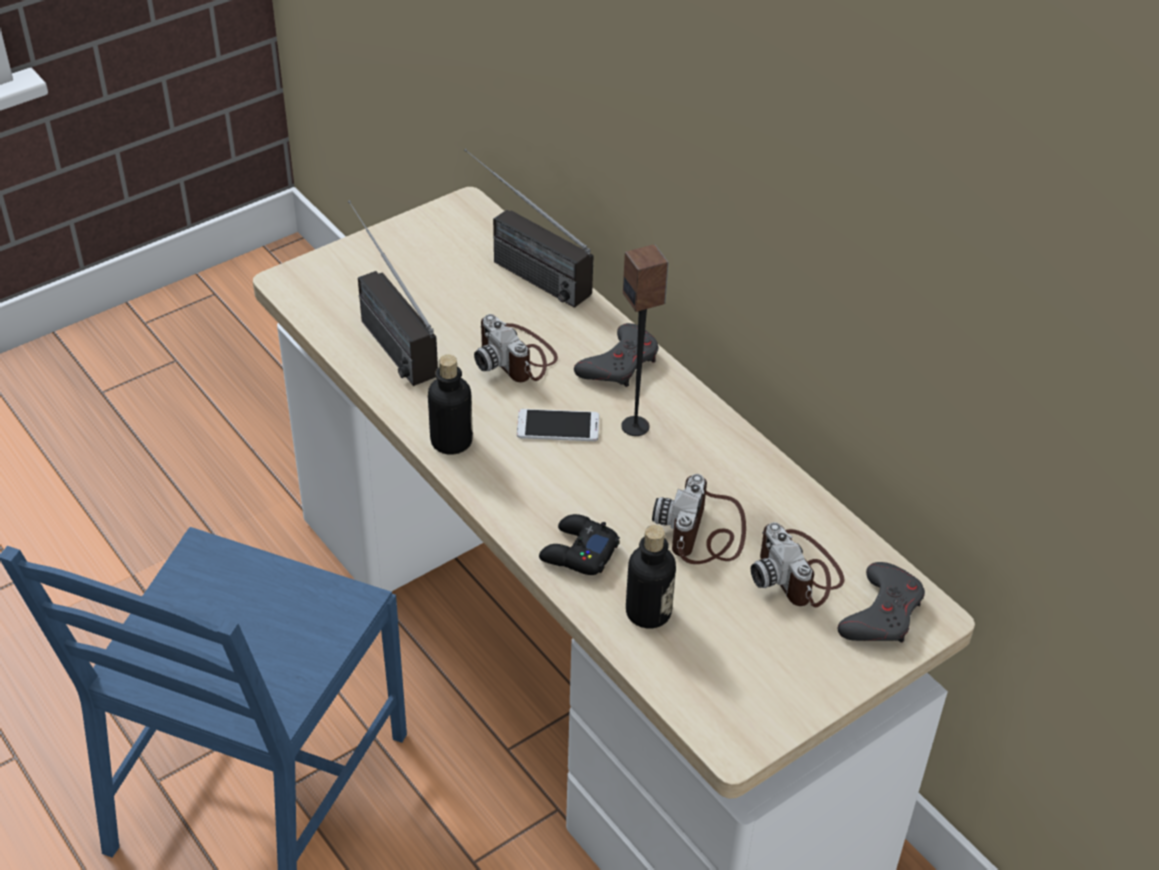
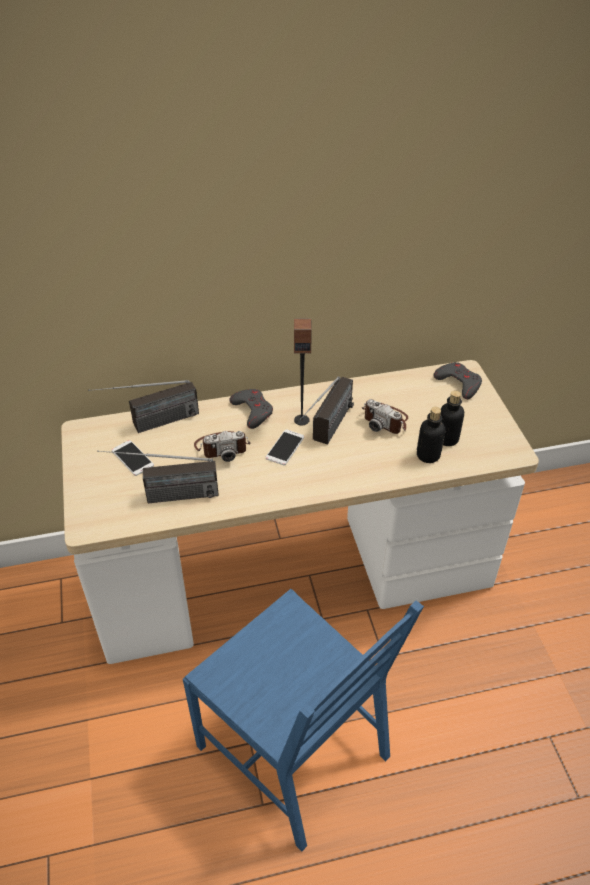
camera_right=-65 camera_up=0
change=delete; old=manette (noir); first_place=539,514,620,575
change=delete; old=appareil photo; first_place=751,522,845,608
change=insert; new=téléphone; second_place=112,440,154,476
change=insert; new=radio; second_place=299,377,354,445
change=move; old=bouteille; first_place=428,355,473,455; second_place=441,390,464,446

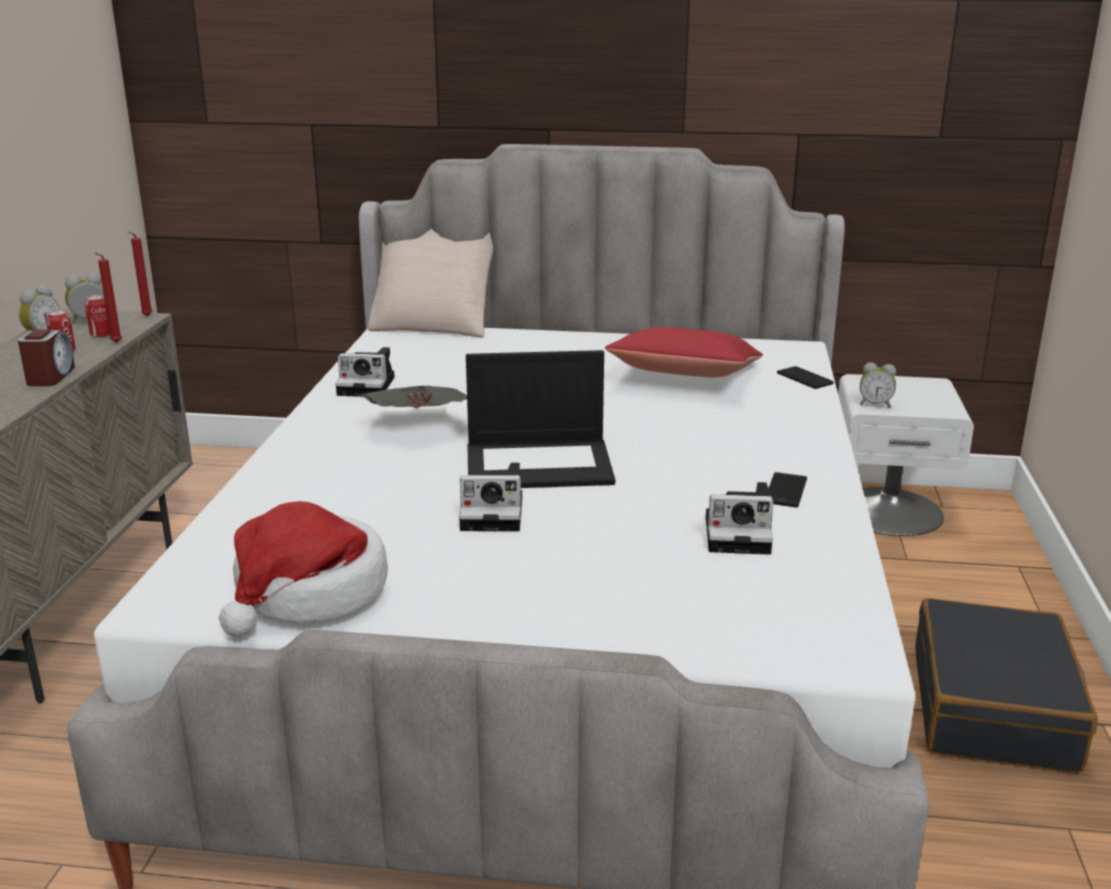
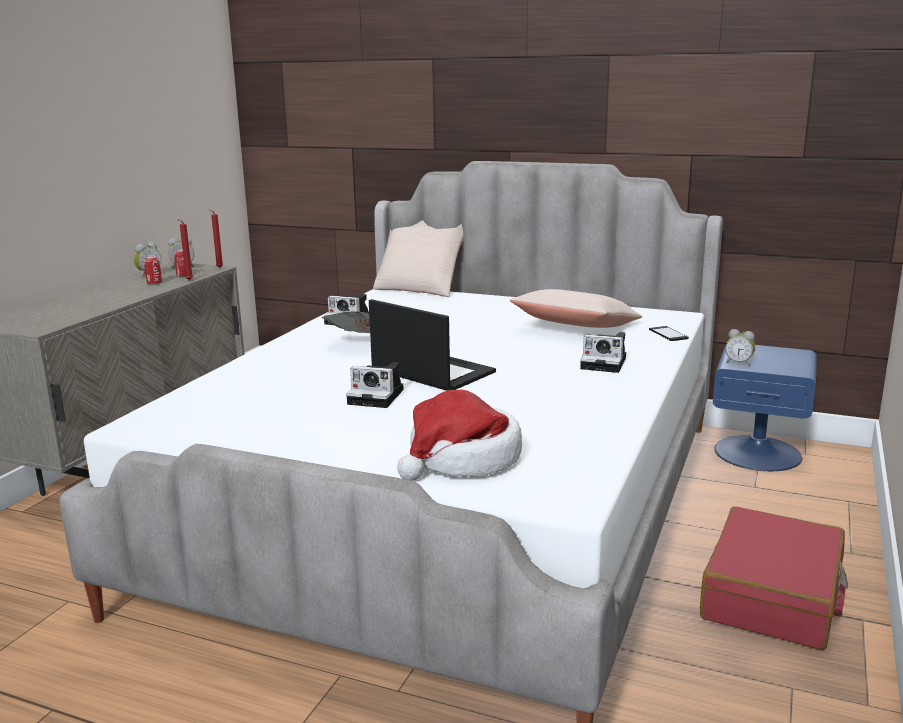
camera_right=15 camera_up=-5
change=delete; old=réveil; first_place=18,330,75,386
change=delete; old=téléphone; first_place=768,472,807,507
change=move; old=chapeau; first_place=219,501,388,637; second_place=397,390,522,481
change=move; old=appareil photo; first_place=706,482,773,555; second_place=580,332,626,373
change=recolor; old=coussin (rouge); new=coussin (beige); first_place=605,327,763,377; second_place=510,289,642,328
change=recolor; old=table de chevet (blanc); new=table de chevet (bleu); first_place=838,374,974,536; second_place=713,345,817,471
change=recolor; old=valise (noir); new=valise (rouge); first_place=915,598,1098,773; second_place=700,506,848,650
change=rotate; old=ordinateur portable; first_place=466,350,615,488; second_place=369,299,496,391; degrees=-150

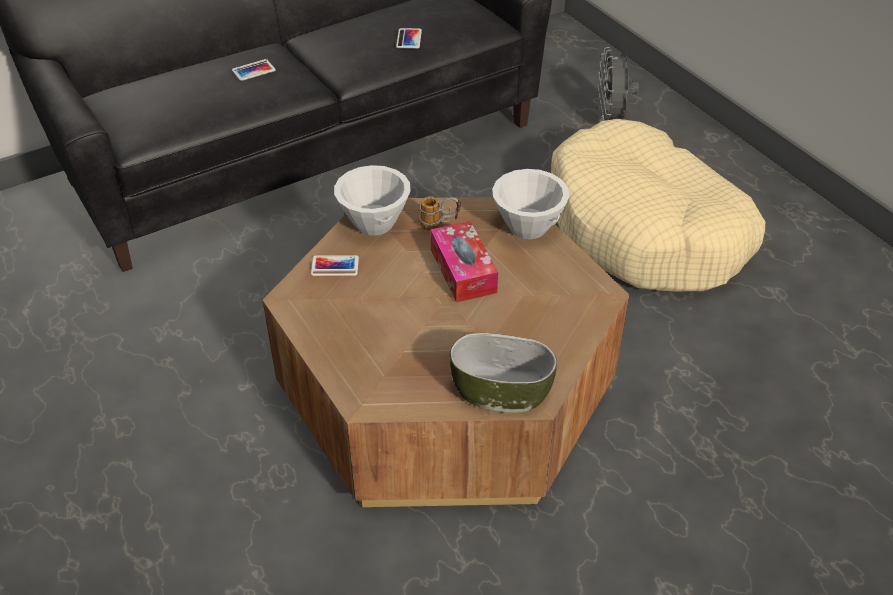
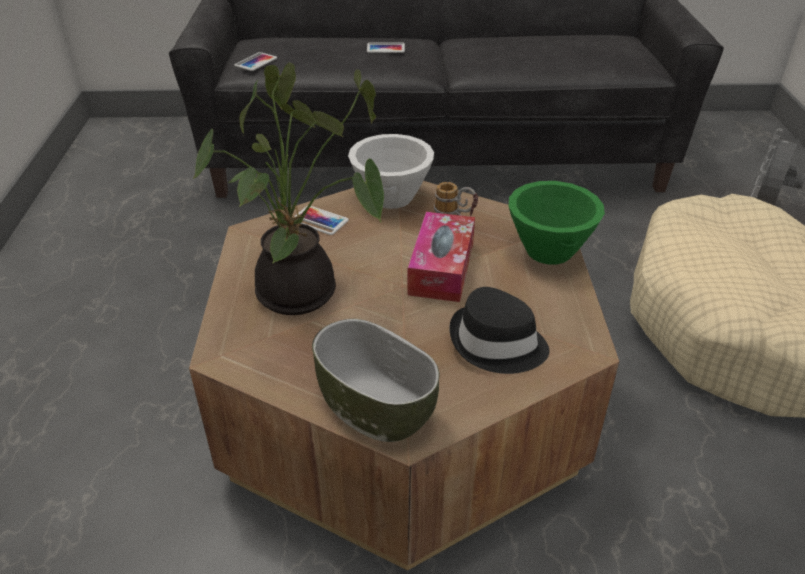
camera_right=30 camera_up=-5
change=insert; new=plante en pot; second_place=193,62,384,315
change=insert; new=chapeau (noir); second_place=449,287,549,374
change=move; old=téléphone; first_place=396,28,422,49; second_place=234,52,277,71
change=recolor; old=bol (blanc); new=bol (vert); first_place=492,169,570,239; second_place=509,181,605,265

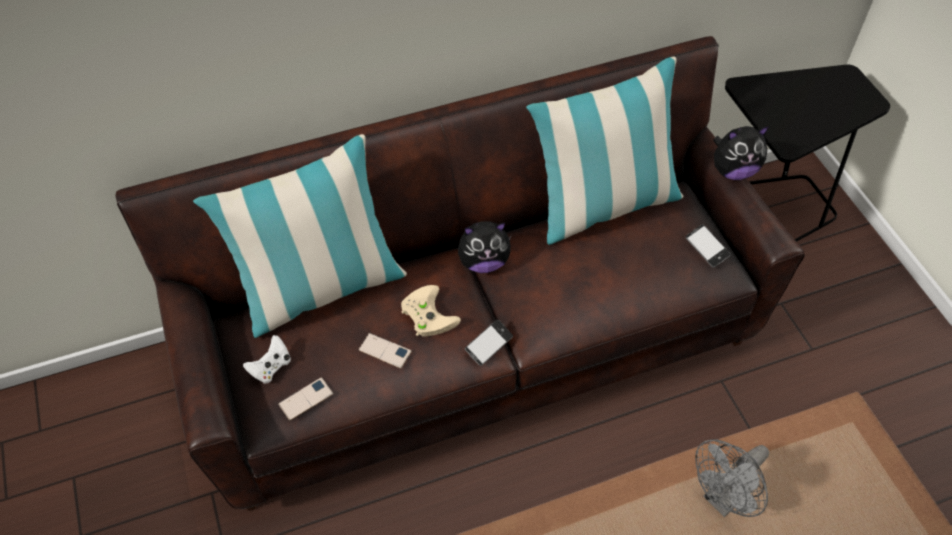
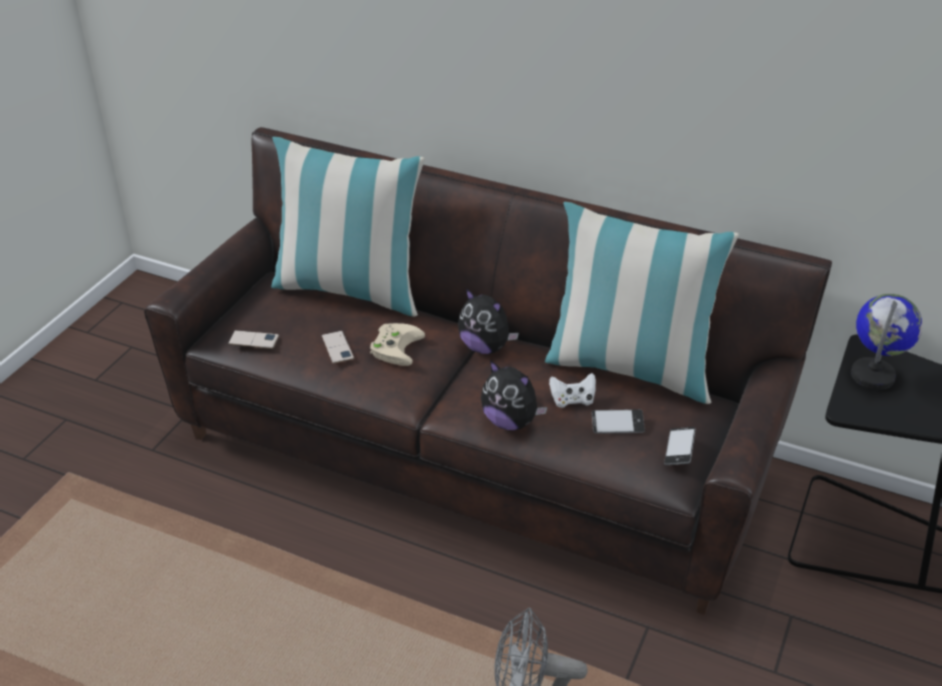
camera_right=45 camera_up=-15
change=insert; new=globe; second_place=851,294,923,390
change=move; old=manette (blanc); first_place=243,335,291,383; second_place=549,373,596,408
change=move; old=téléphone; first_place=465,319,513,366; second_place=592,409,645,434
change=move; old=peluche; first_place=713,126,769,180; second_place=481,360,548,430

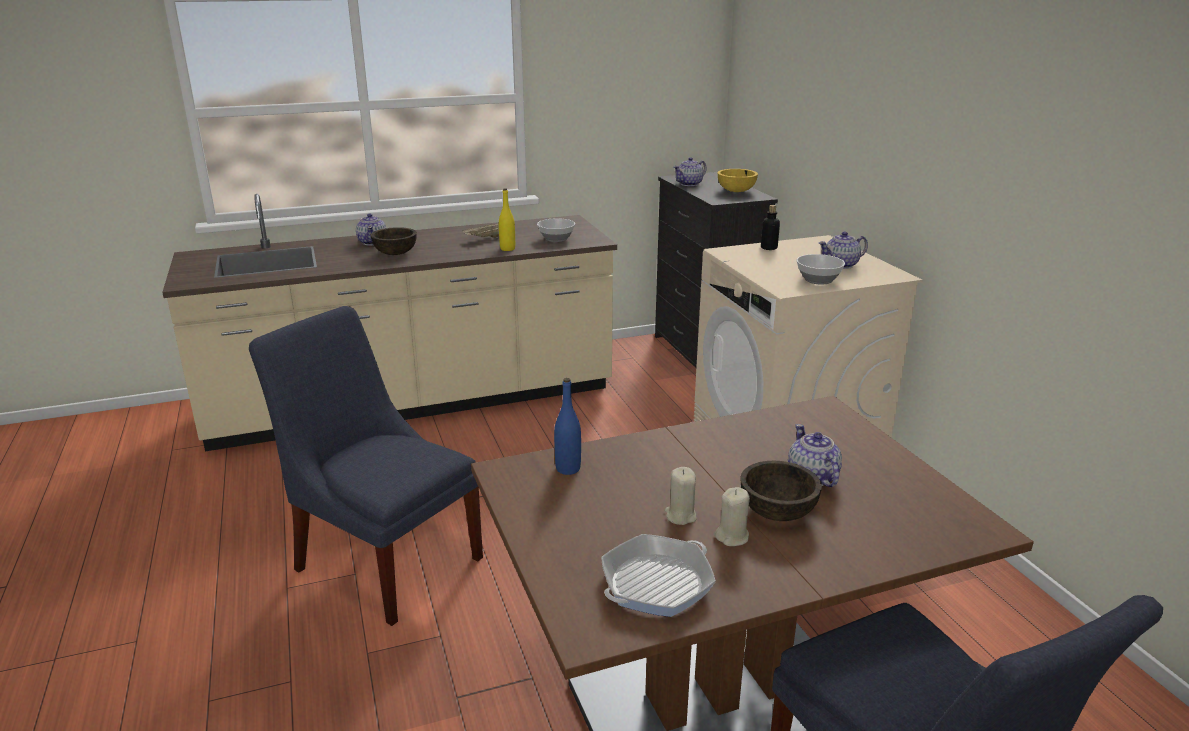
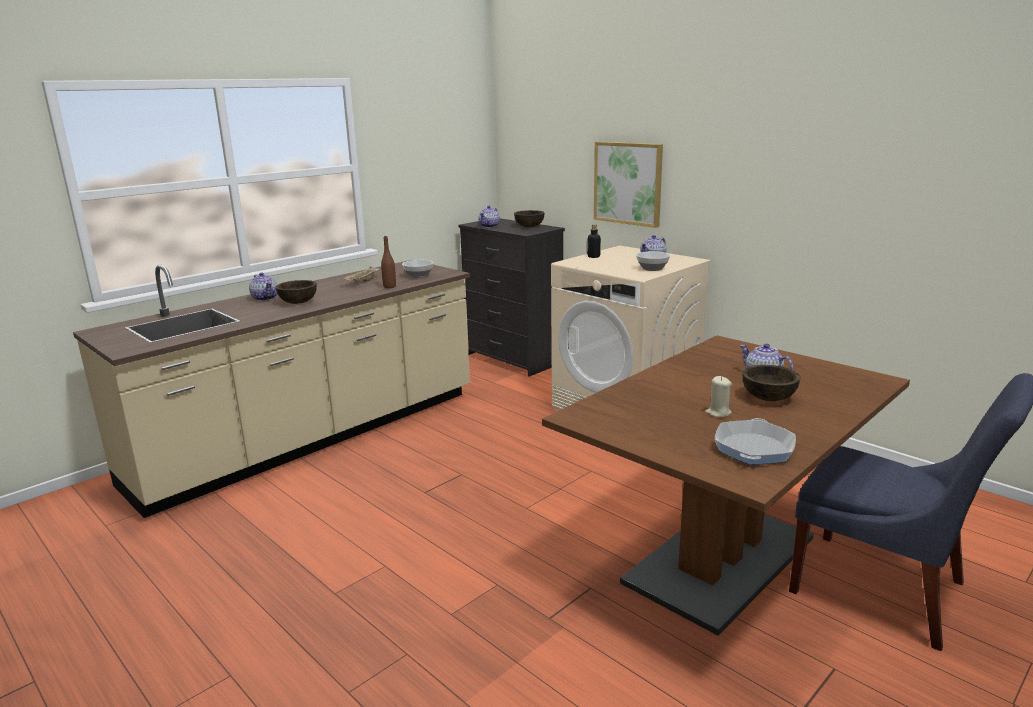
camera_right=-25 camera_up=-5
change=delete; old=chaise (bleu); first_place=249,306,483,626
change=delete; old=bouteille (bleu); first_place=554,378,581,475
change=delete; old=bougie (beige); first_place=715,487,750,546
change=insert; new=tableau; second_place=594,142,663,228
change=recolor; old=bouteille (jaune); new=bouteille (marron); first_place=499,188,515,251; second_place=381,236,396,288
change=recolor; old=bol (jaune); new=bol (marron); first_place=717,169,758,192; second_place=514,210,545,227

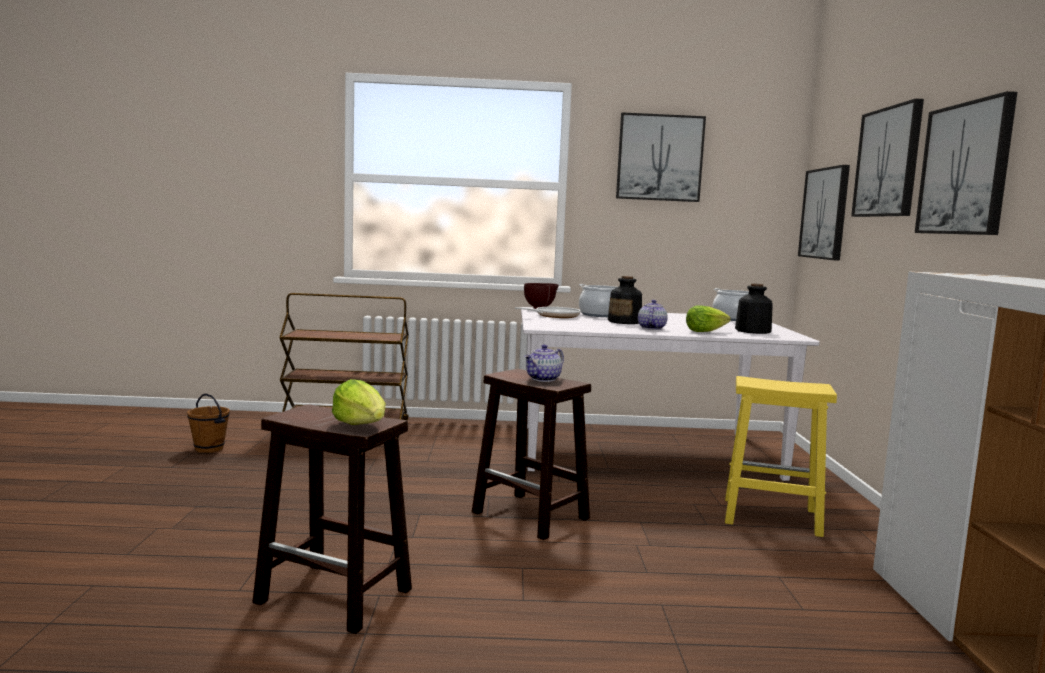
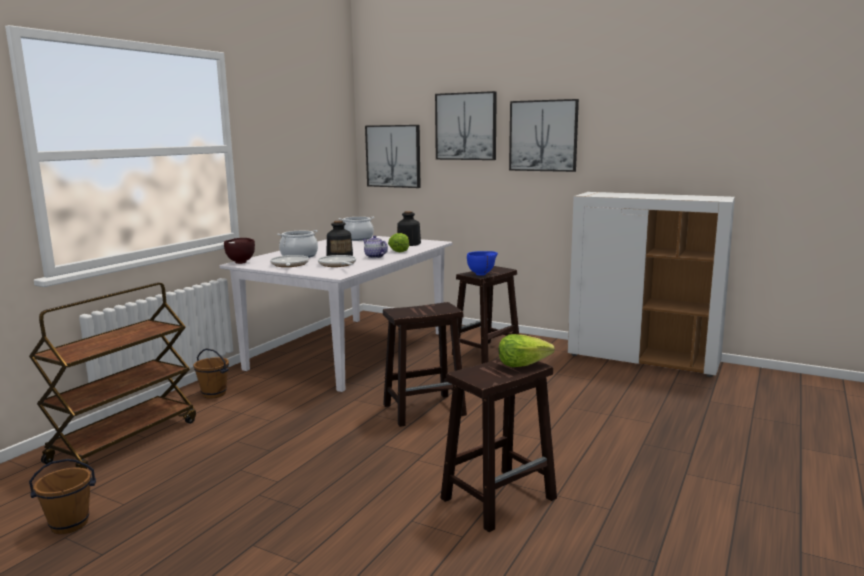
camera_right=-60 camera_up=5
change=delete; old=théière; first_place=524,344,564,382
change=delete; old=tableau; first_place=616,112,706,202
change=insert; new=seau (marron); second_place=194,348,229,399
change=insert; new=poêle; second_place=318,255,356,267
change=insert; new=bol (bleu); second_place=467,251,498,276
change=recolor; old=tabouret (jaune); new=tabouret (marron); first_place=725,376,837,537; second_place=452,266,519,364

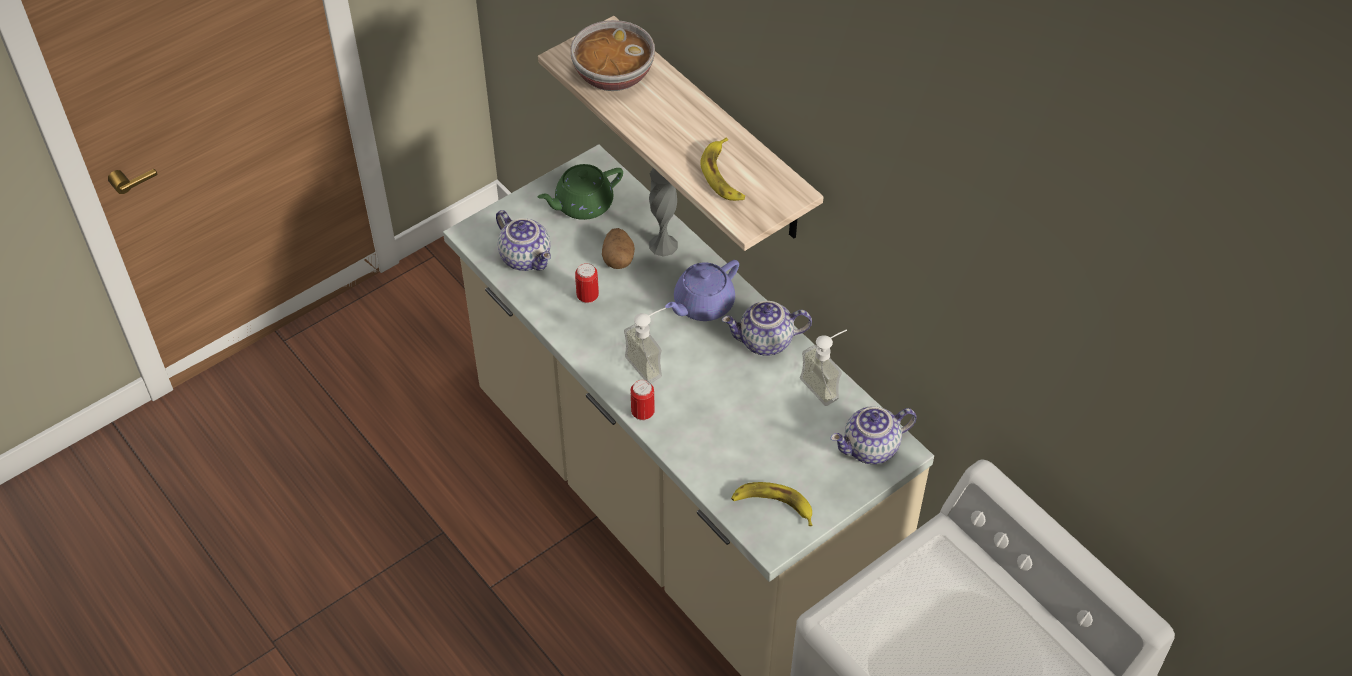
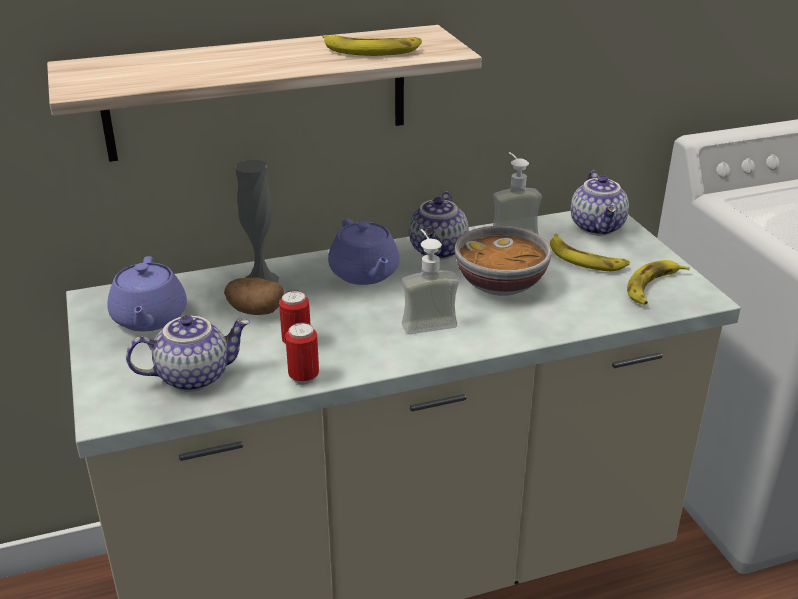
camera_right=-70 camera_up=-20
change=insert; new=banane; second_place=550,234,630,271
change=move; old=bol; first_place=570,20,655,91; second_place=455,226,552,296
change=move; old=boîte métallique; first_place=631,380,655,421; second_place=285,323,319,385
change=recolor; old=théière (vert); new=théière (violet); first_place=538,164,623,220; second_place=107,256,187,331

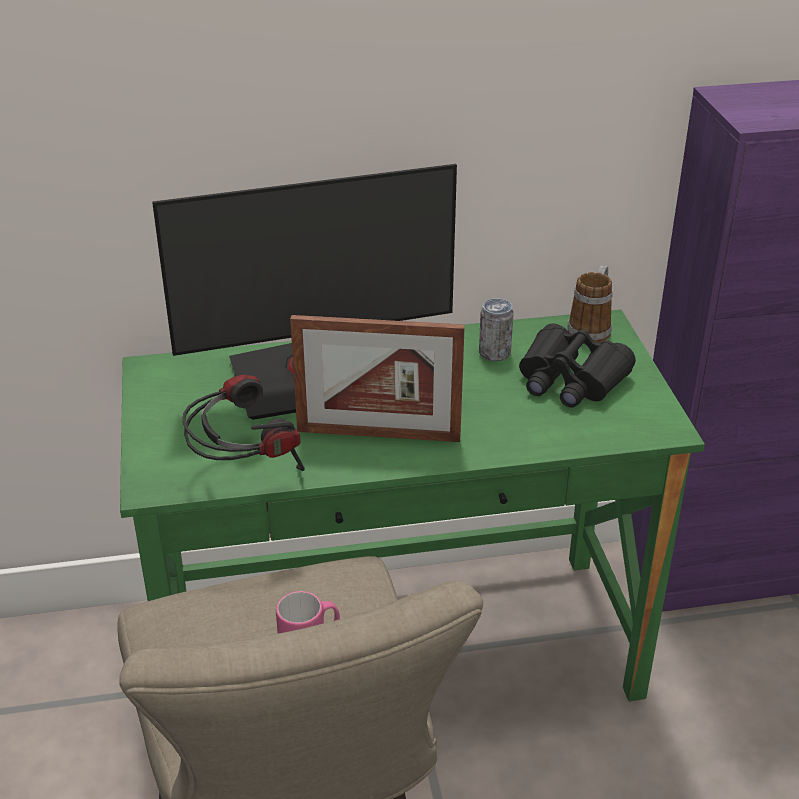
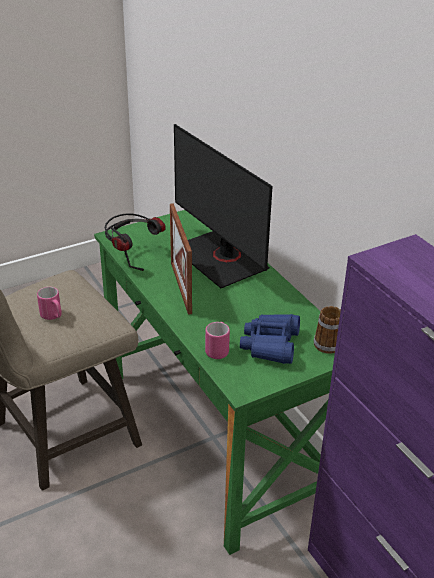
camera_right=70 camera_up=0
change=delete; old=boîte métallique; first_place=479,298,514,361
change=insert; new=mug (rose); second_place=205,322,230,359
change=recolor; old=jumelles (noir); new=jumelles (bleu); first_place=519,323,636,408; second_place=240,314,300,364

